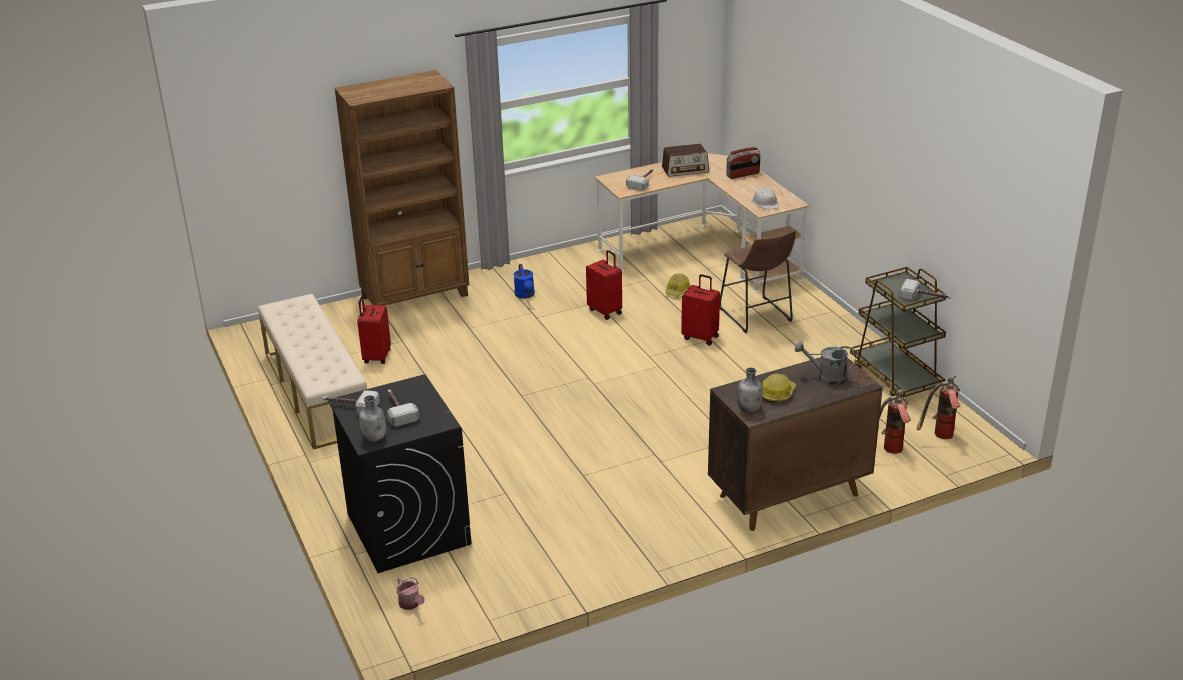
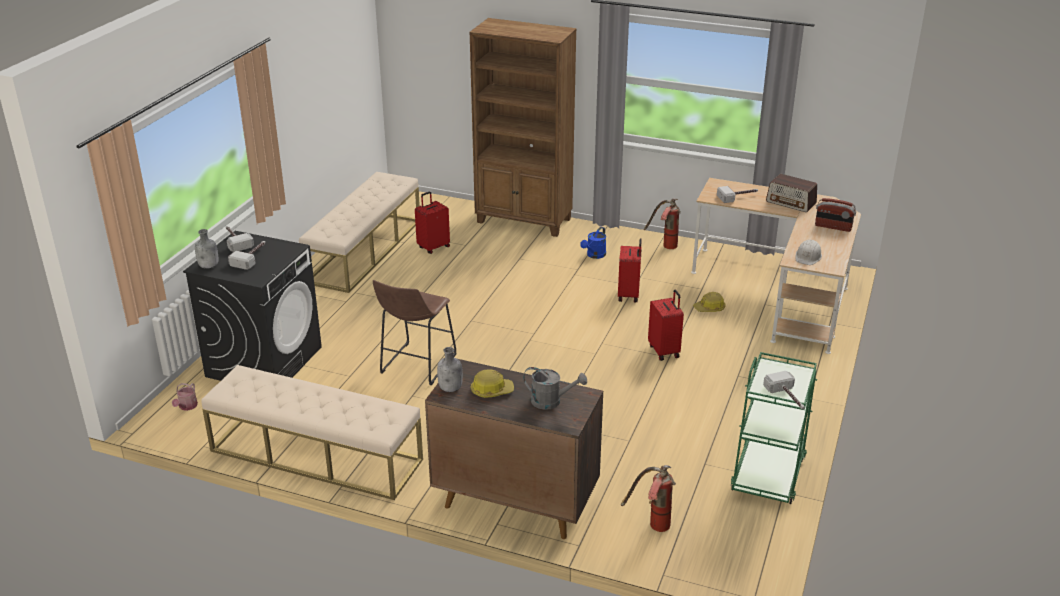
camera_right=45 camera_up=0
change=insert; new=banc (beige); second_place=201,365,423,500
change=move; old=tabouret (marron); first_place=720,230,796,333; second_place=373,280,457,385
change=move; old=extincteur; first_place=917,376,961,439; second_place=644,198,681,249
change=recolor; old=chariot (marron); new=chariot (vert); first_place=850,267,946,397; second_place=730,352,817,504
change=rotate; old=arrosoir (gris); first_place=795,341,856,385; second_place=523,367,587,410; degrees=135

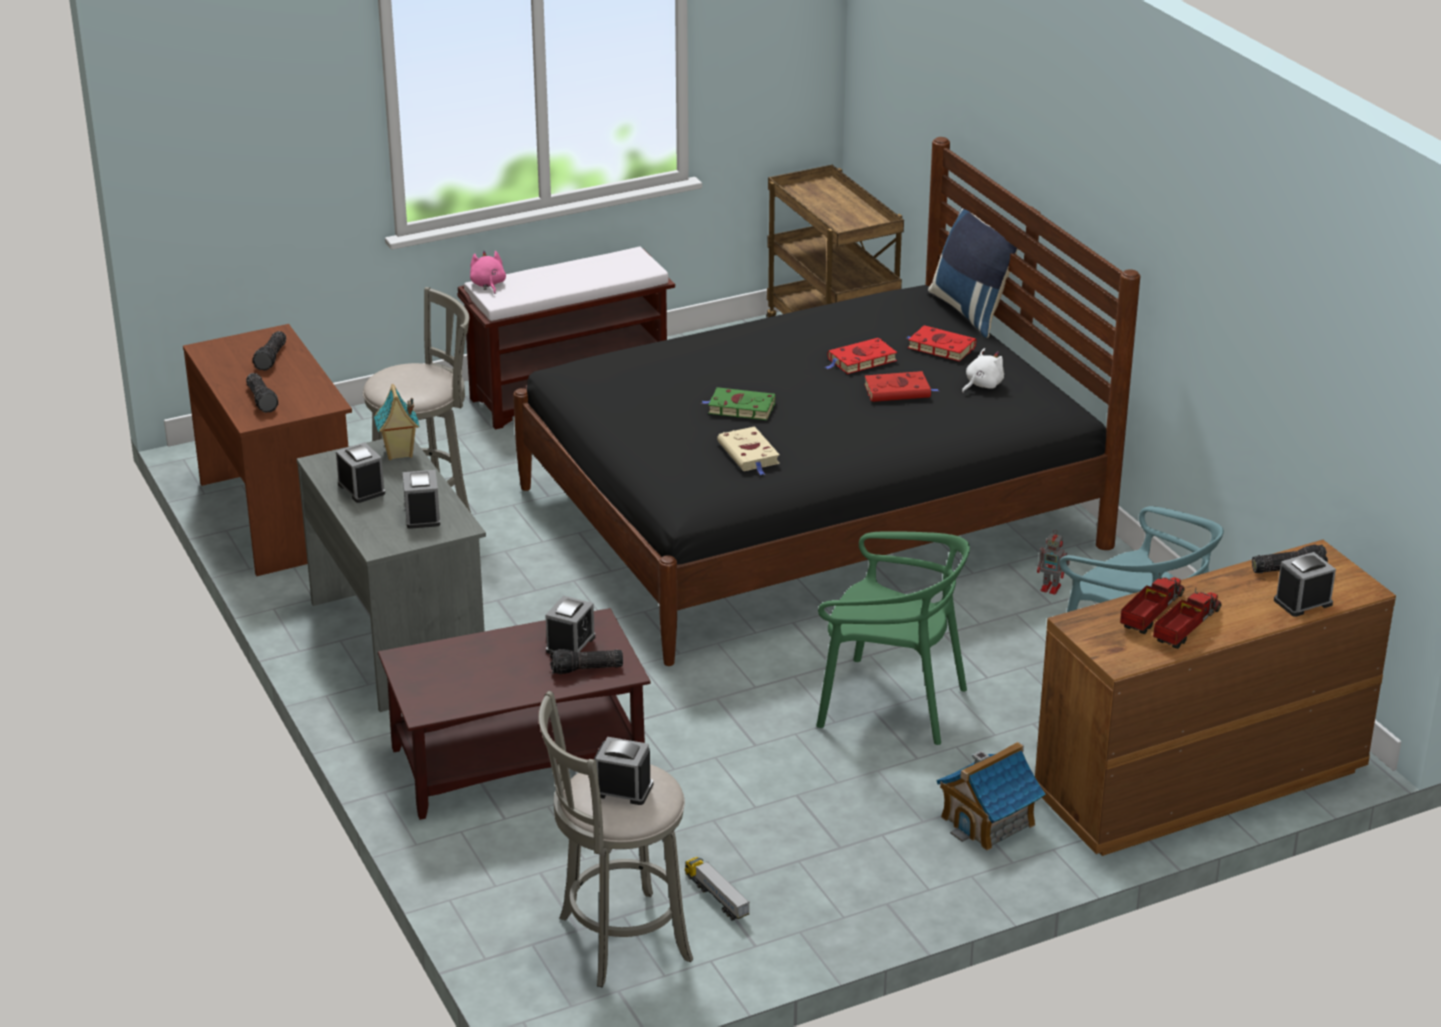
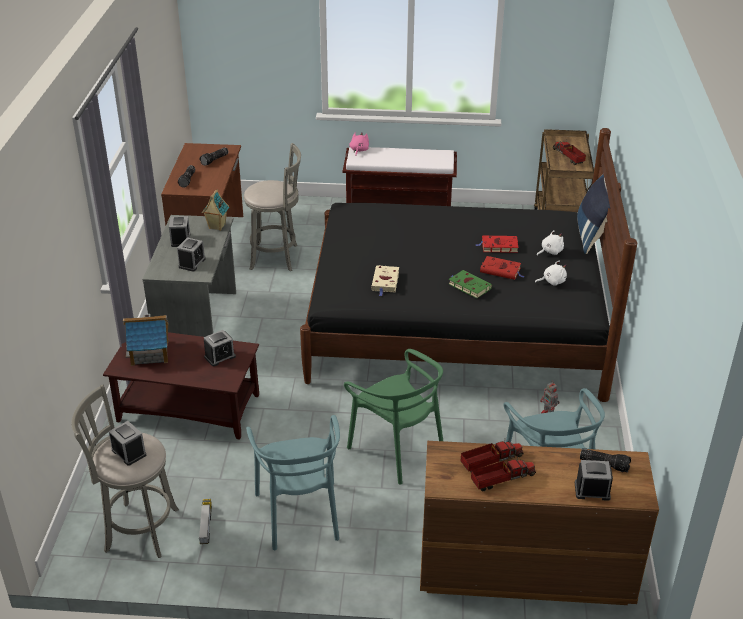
camera_right=30 camera_up=5
change=delete; old=lampe de poche; first_place=550,649,623,674
change=insert; new=chaise (turquoise); second_place=246,415,340,550
change=insert; new=camion jouet; second_place=553,140,586,165
change=move; old=livre (vert); first_place=702,387,776,420; second_place=449,270,492,299
change=move; old=maison miniature; first_place=936,742,1046,851; second_place=123,314,169,366
change=replace; old=livre (rouge); new=peluche (blanc); first_place=907,325,976,362; second_place=537,230,564,255

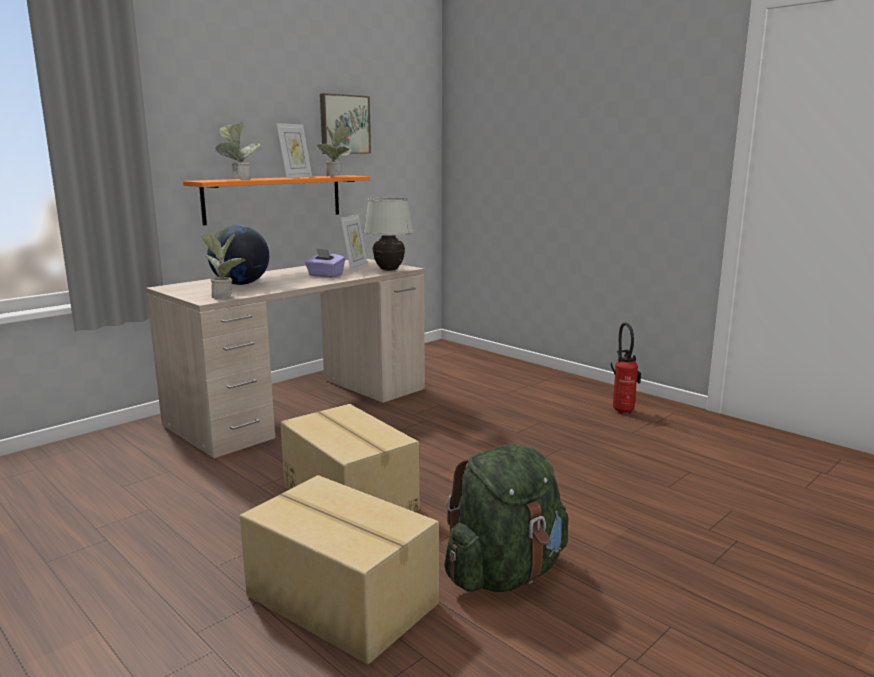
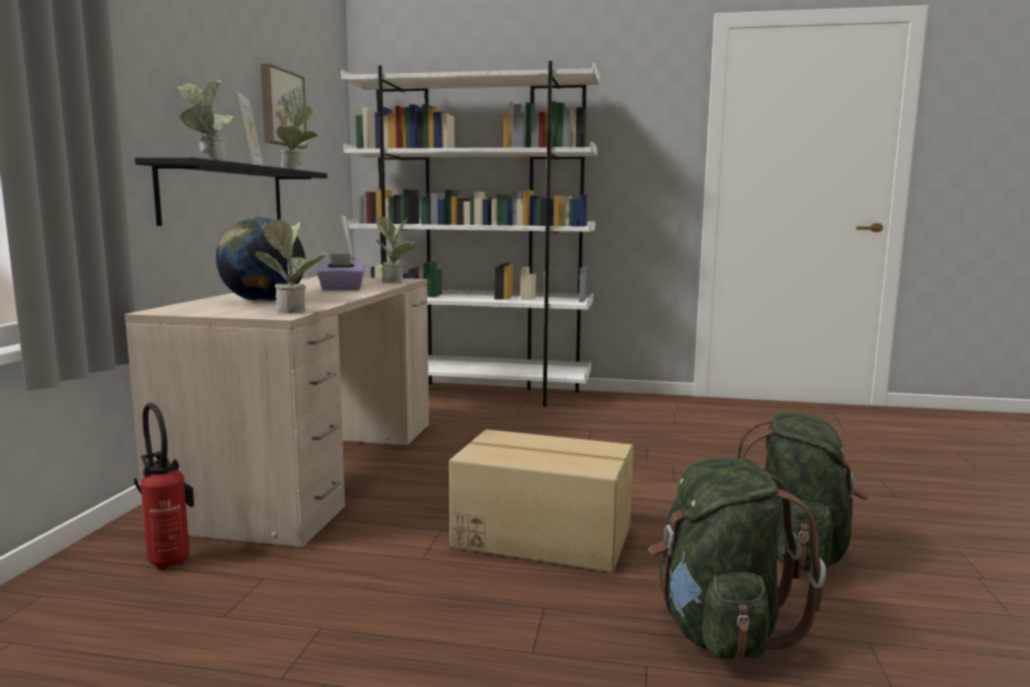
camera_right=-35 camera_up=-5
change=insert; new=bibliothèque (blanc); second_place=341,61,599,407
change=move; old=extincteur; first_place=611,322,641,414; second_place=134,403,194,570
change=replace; old=carton; new=sac à dos (vert); first_place=240,475,439,664; second_place=648,457,826,660
change=replace; old=lampe de table (blanc); new=plante en pot; first_place=364,198,413,271; second_place=375,217,416,283
change=recolor; old=étagère (orange); new=étagère (noir); first_place=183,175,370,225; second_place=135,157,327,226

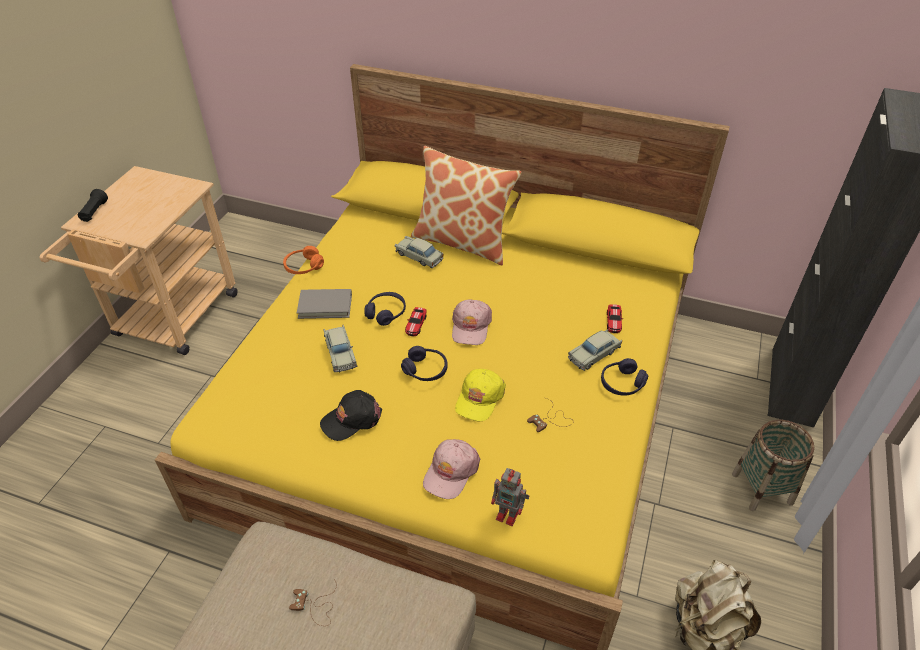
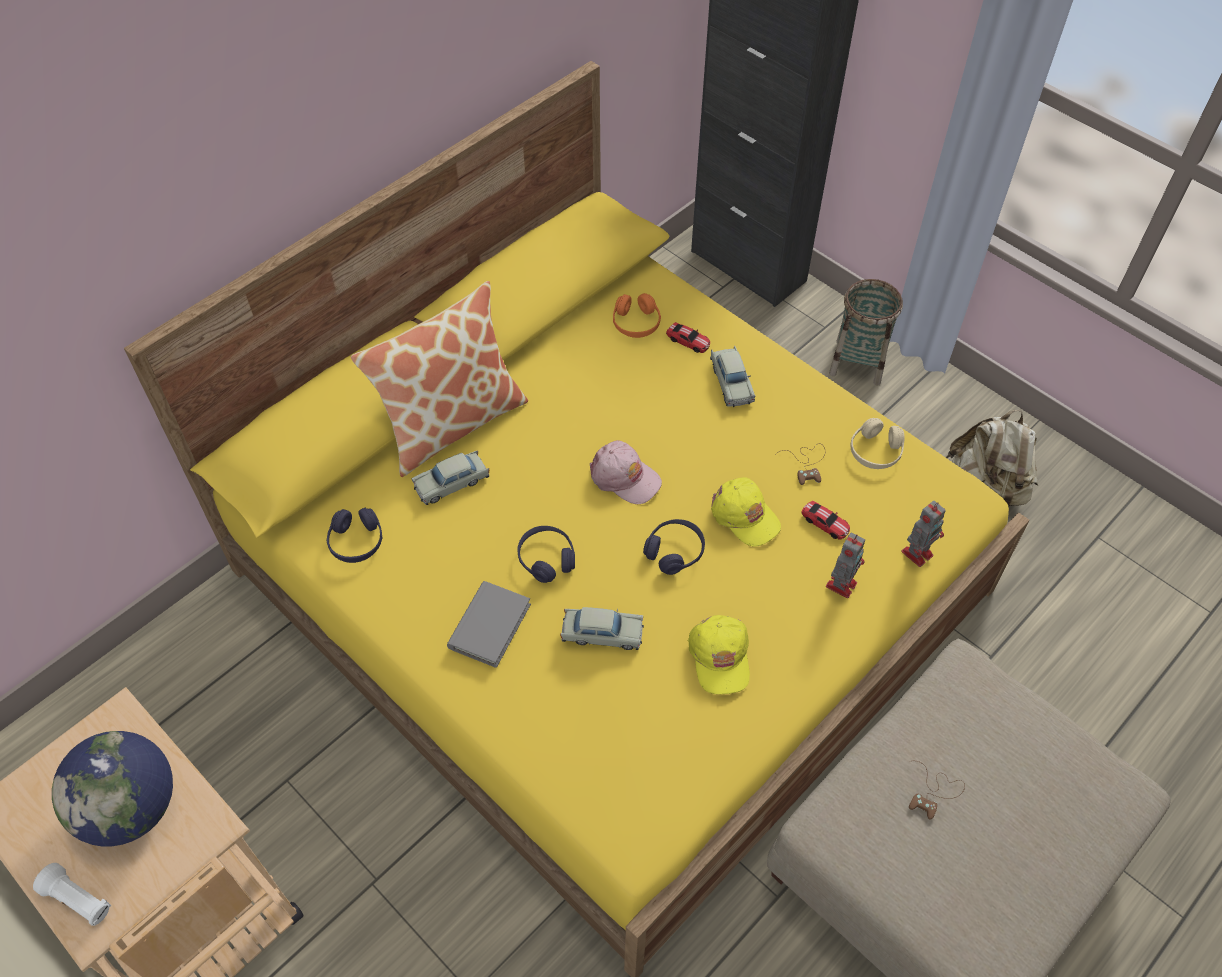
camera_right=-65 camera_up=10
change=insert; new=globe; second_place=52,731,173,846
change=insert; new=casque audio (beige); second_place=850,418,905,469
change=move; old=casque audio (orange); first_place=283,246,324,274; second_place=613,293,661,338
change=move; old=petite voiture; first_place=405,307,427,336; second_place=801,501,850,540
change=move; old=casque audio (violet); first_place=601,358,648,396; second_place=326,508,382,563
change=replace; old=casquette (rose); new=robot jouet; first_place=423,439,480,499; second_place=826,533,865,598
change=recolor; old=lampe de poche (noir); new=lampe de poche (blanc); first_place=78,189,108,222; second_place=33,863,111,926
change=recolor; old=casquette (noir); new=casquette (jaune); first_place=320,390,382,441; second_place=688,615,750,694

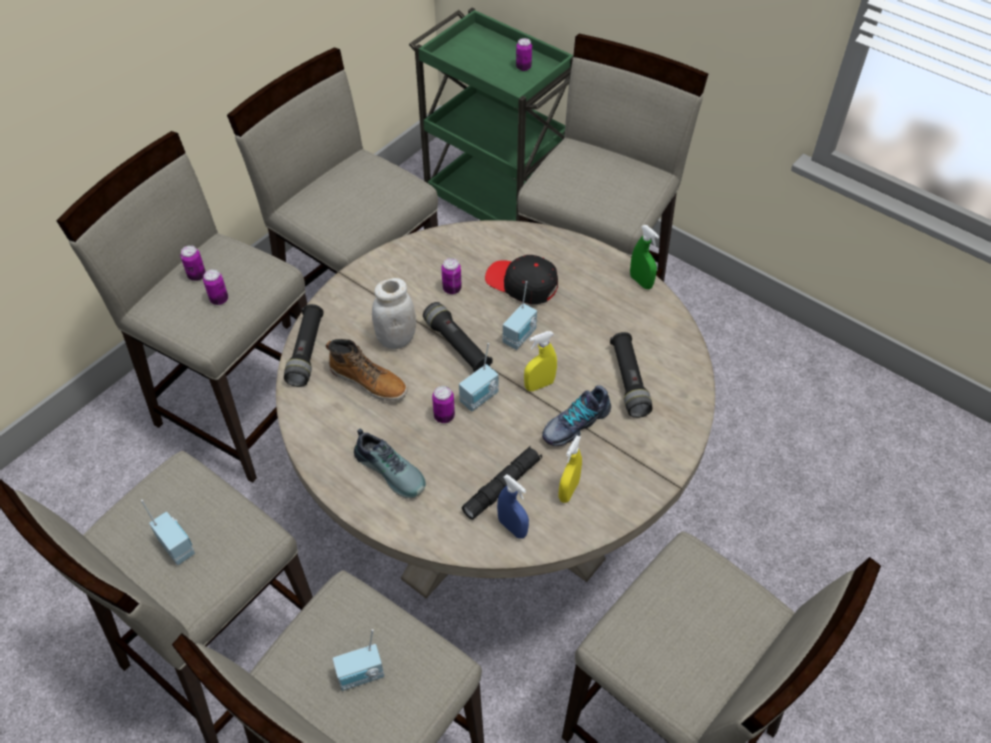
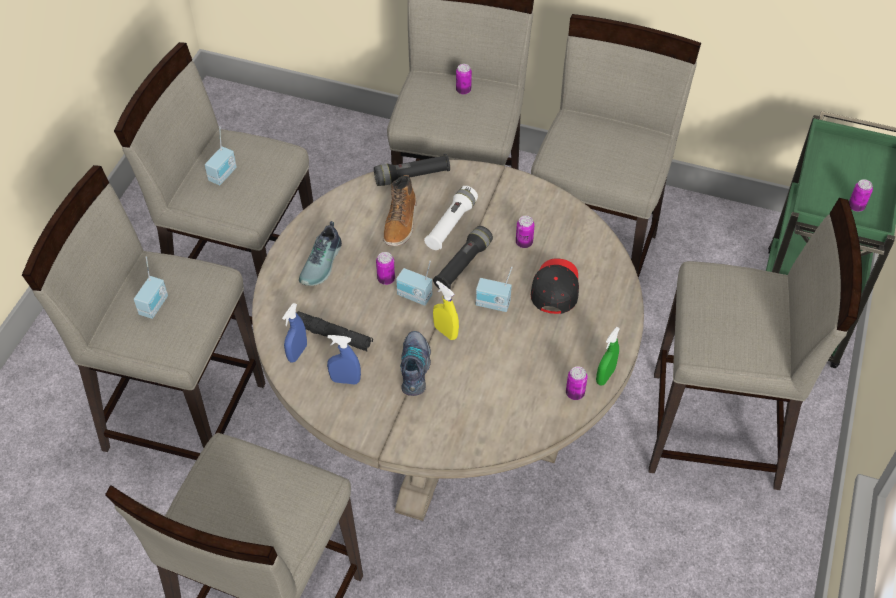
camera_right=70 camera_up=0
change=delete; old=lampe de poche (noir); first_place=610,332,652,418
change=move; old=boîte métallique; first_place=203,269,228,305; second_place=566,366,588,400
change=replace; old=bocal (blanc); new=lampe de poche (blanc); first_place=372,278,416,349; second_place=424,186,478,250
change=recolor; old=vaporisateur (jaune); new=vaporisateur (bleu); first_place=558,435,582,503; second_place=327,335,361,385
change=rotate; old=radio; first_place=333,629,384,691; second_place=134,256,168,319; degrees=-120
change=rotate; old=chaussure; first_place=542,385,611,446; second_place=400,331,431,396; degrees=60

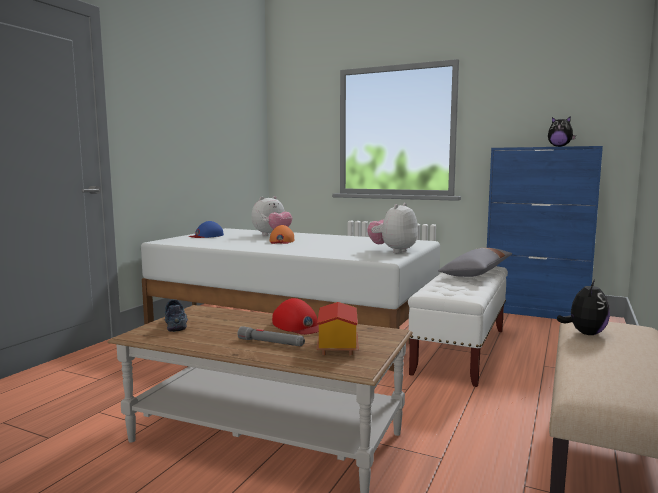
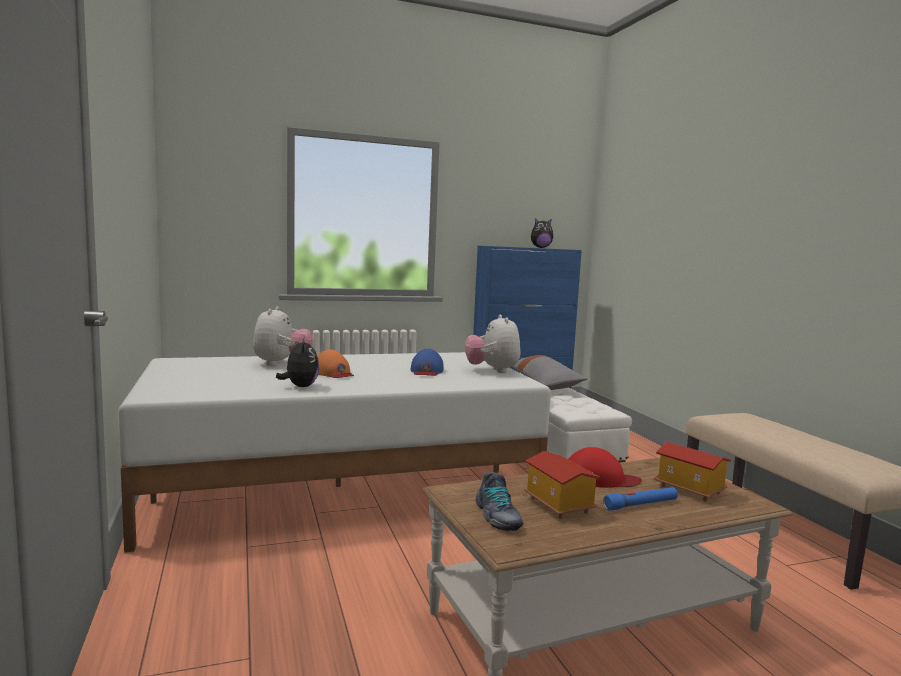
camera_right=-45 camera_up=0
change=insert; new=maison miniature; second_place=524,451,599,519
change=move; old=casquette (bleu); first_place=188,221,224,238; second_place=411,349,444,376
change=move; old=peluche; first_place=557,280,610,335; second_place=276,338,319,387
change=recolor; old=lampe de poche (gris); new=lampe de poche (bleu); first_place=237,326,305,347; second_place=603,487,678,511
change=rotate; old=chaussure; first_place=165,299,188,332; second_place=475,472,524,531; degrees=-135

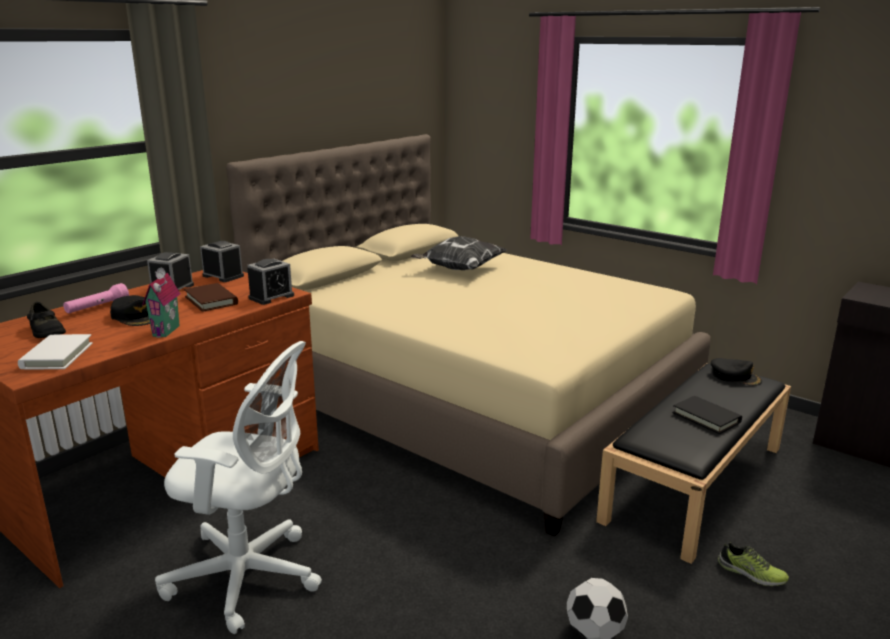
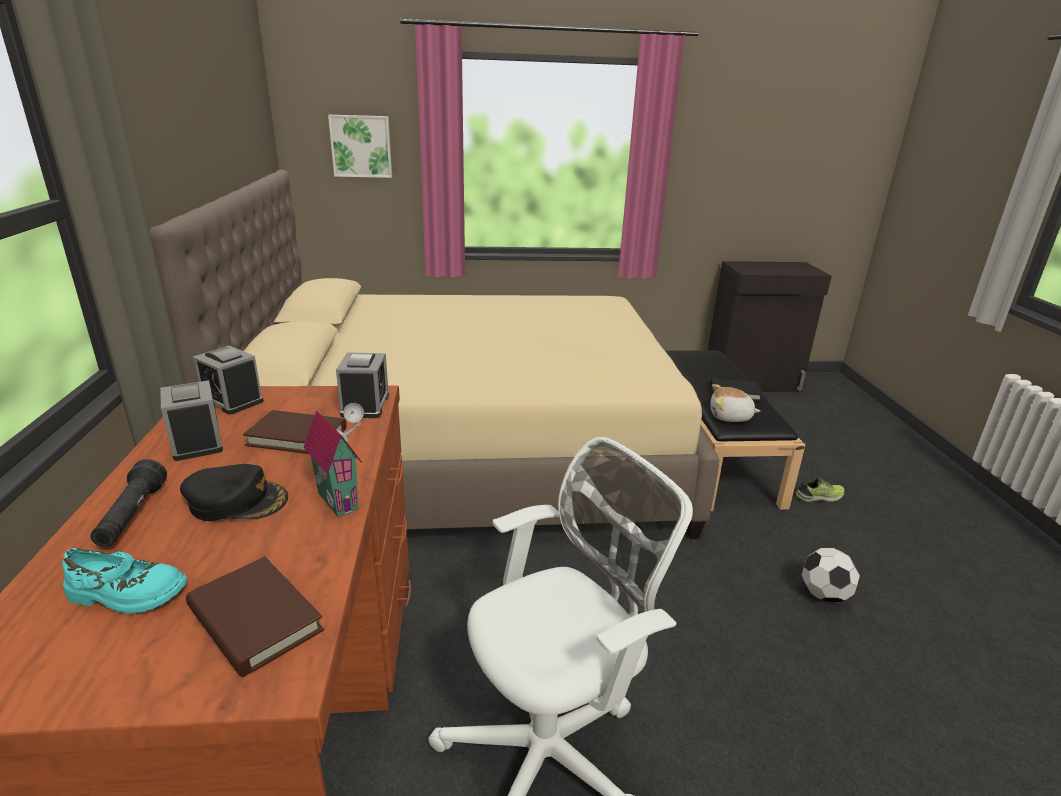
camera_right=-45 camera_up=5
change=delete; old=coussin; first_place=410,236,507,270
change=delete; old=casquette (noir); first_place=711,358,762,386
change=insert; new=tableau; second_place=328,115,392,178
change=insert; new=peluche; second_place=710,384,760,422
change=recolor; old=livre (blanc); new=livre (marron); first_place=18,334,93,370; second_place=186,556,324,677
change=recolor; old=chaussure (noir); new=chaussure (turquoise); first_place=27,302,66,338; second_place=62,548,187,614
change=recolor; old=lampe de poche (rose); new=lampe de poche (noir); first_place=63,283,129,314; second_place=90,459,167,547
change=rotate; old=réveil; first_place=200,241,244,282; second_place=193,346,264,415; degrees=-135

